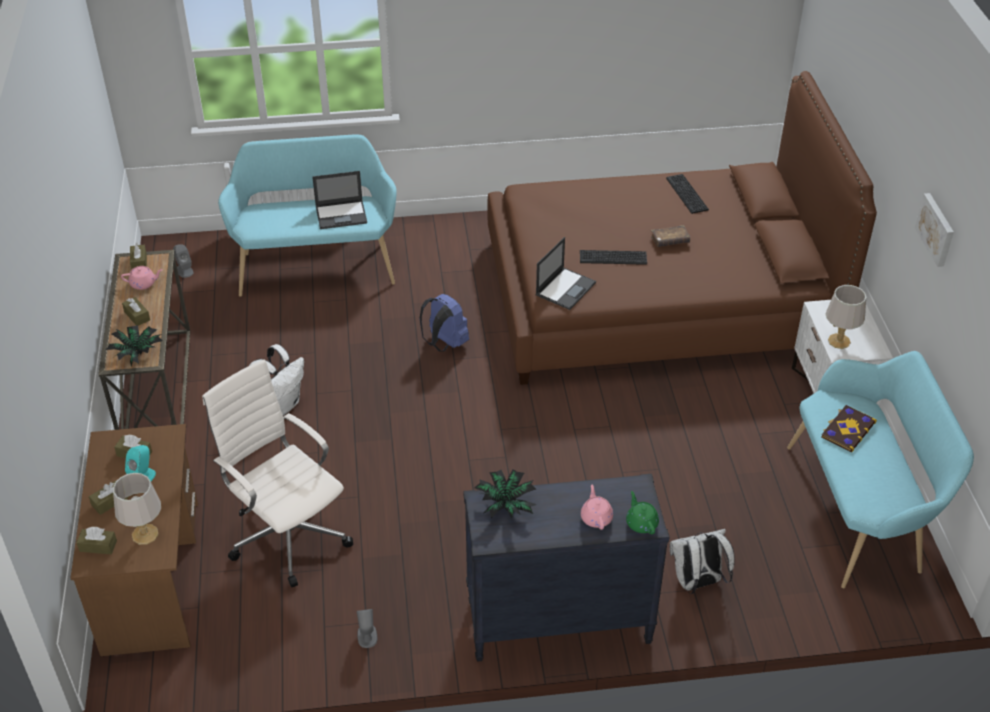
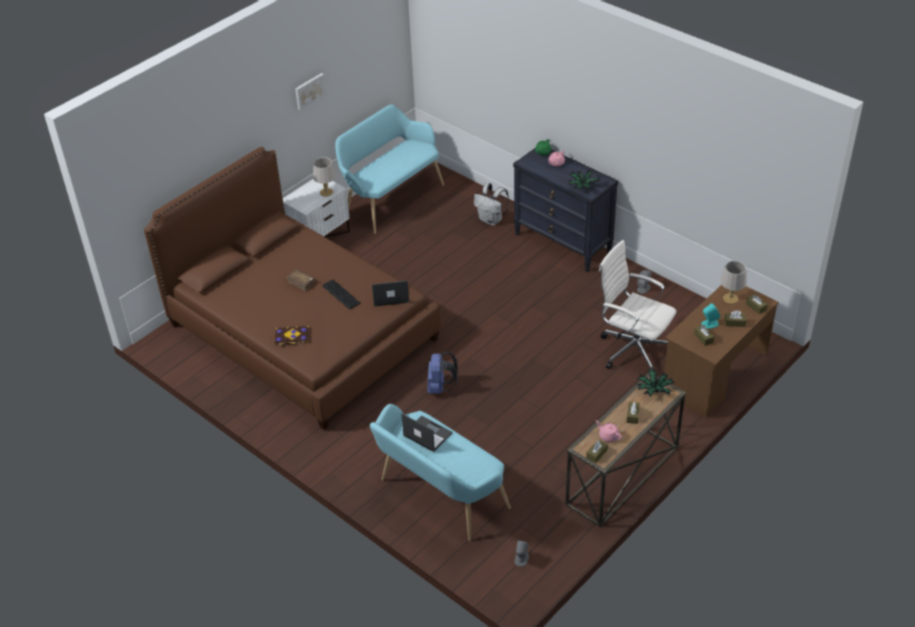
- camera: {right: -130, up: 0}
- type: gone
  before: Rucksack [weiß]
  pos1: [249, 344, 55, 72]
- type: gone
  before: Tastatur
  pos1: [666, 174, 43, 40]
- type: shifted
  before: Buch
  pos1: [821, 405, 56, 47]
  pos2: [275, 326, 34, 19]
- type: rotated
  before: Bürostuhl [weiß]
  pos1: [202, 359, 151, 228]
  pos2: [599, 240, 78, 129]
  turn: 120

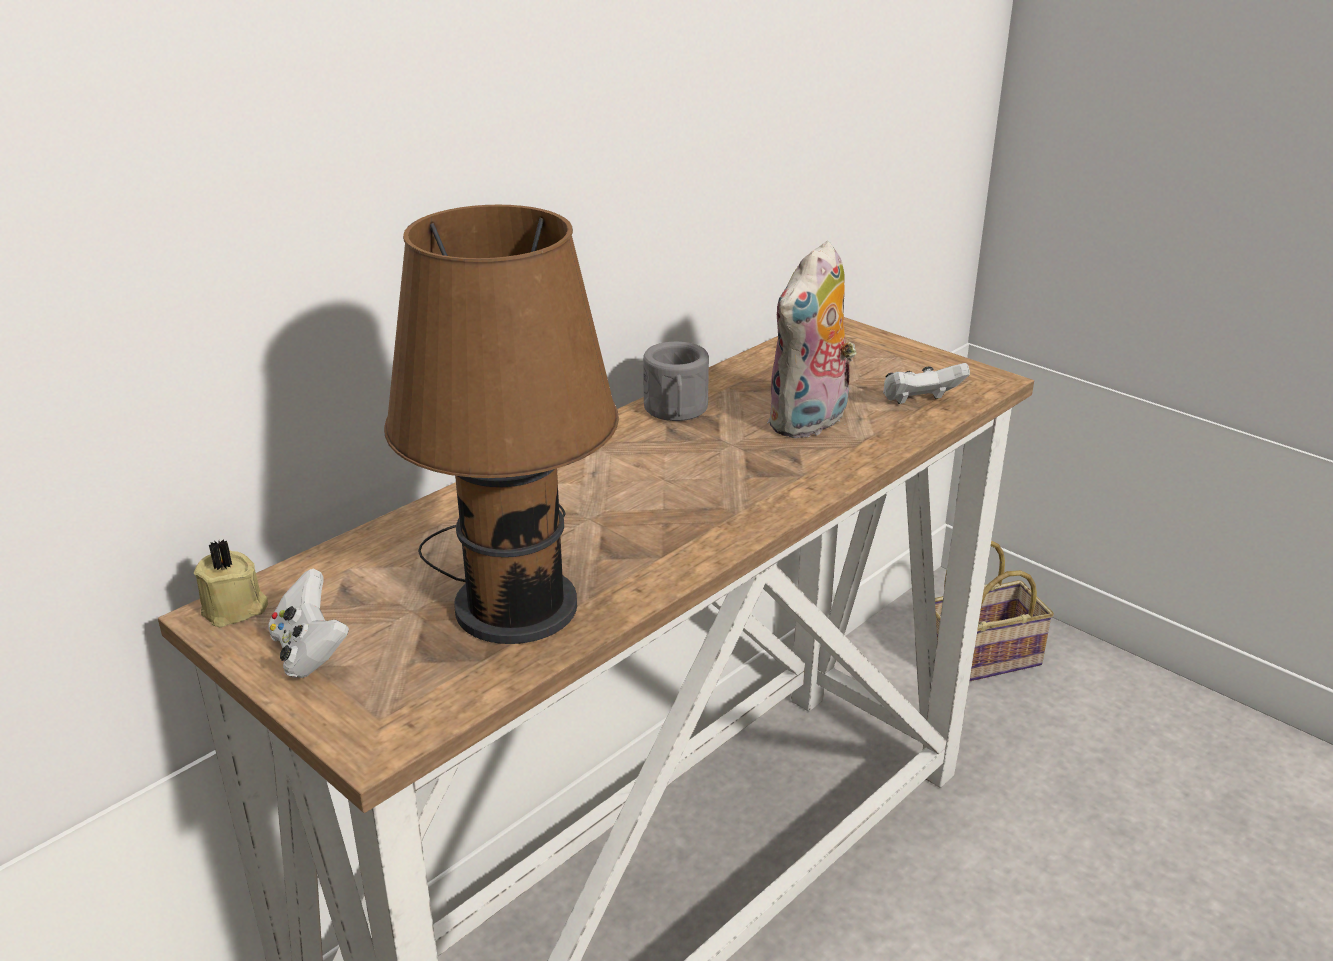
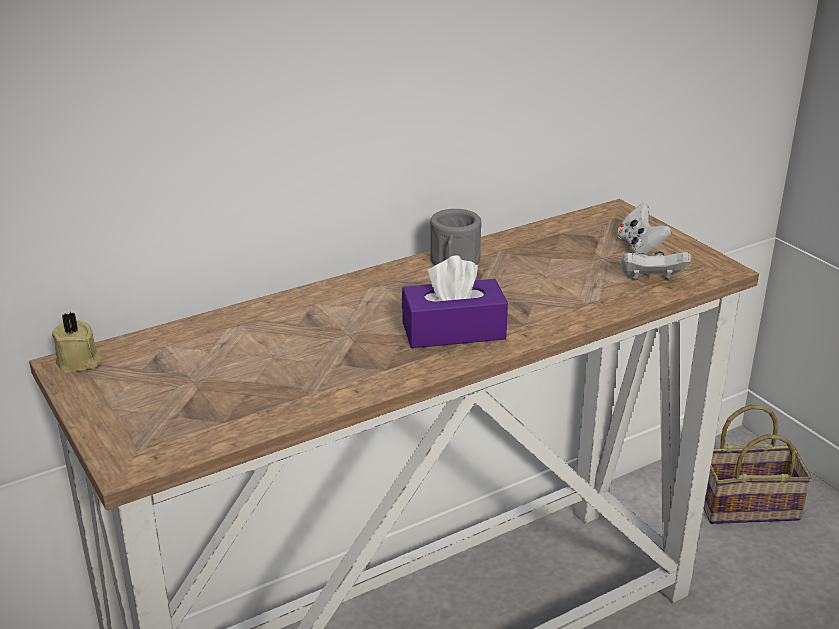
- camera: {right: 15, up: 0}
- type: gone
  before: Tischlampe [braun]
  pos1: [384, 205, 235, 439]
- type: gone
  before: Plüschtier
  pos1: [767, 241, 90, 198]
- type: new
  after: Taschentuchbox [lila]
  pos2: [402, 255, 106, 93]
- type: shifted
  before: Gamepad [weiß]
  pos1: [268, 568, 81, 110]
  pos2: [617, 203, 55, 52]

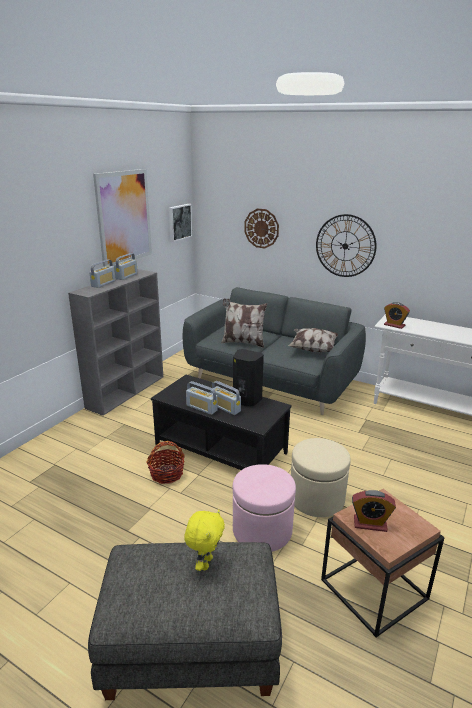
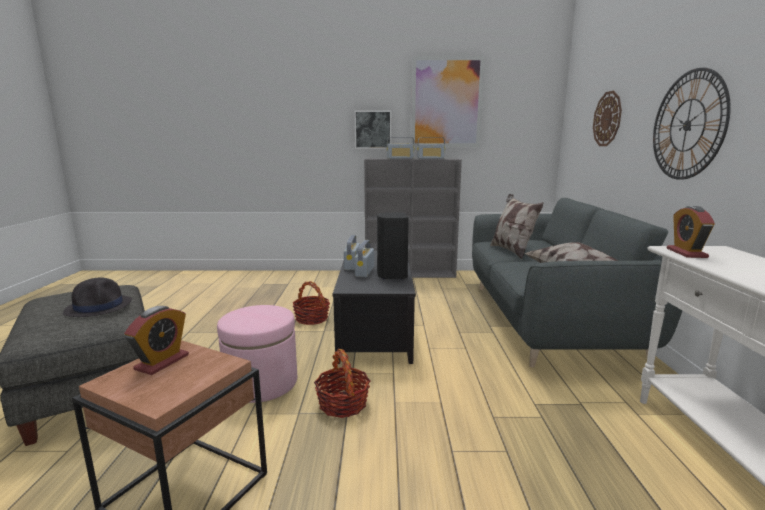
- camera: {right: 60, up: -10}
- type: shifted
  before: Bild
  pos1: [169, 204, 23, 38]
  pos2: [354, 110, 37, 39]
- type: swapped
  before: Plüschtier [gelb]
  after: Hut [schwarz]
  pos1: [184, 509, 41, 62]
  pos2: [63, 277, 69, 40]
- type: swapped
  before: Polsterhocker [beige]
  after: Korb
  pos1: [291, 438, 60, 79]
  pos2: [314, 349, 56, 69]
- type: rotated
  before: Wecker
  pos1: [352, 490, 44, 42]
  pos2: [124, 306, 65, 69]
  turn: -135

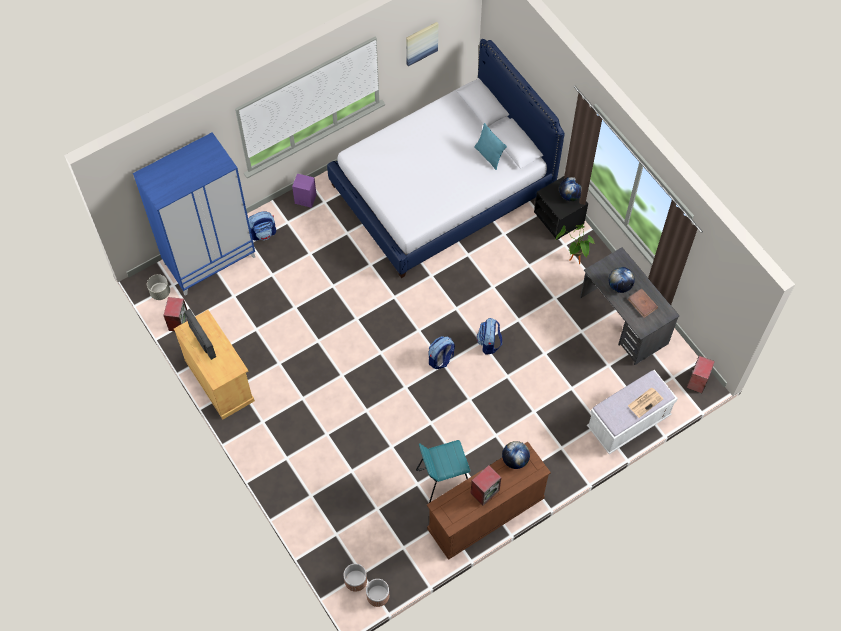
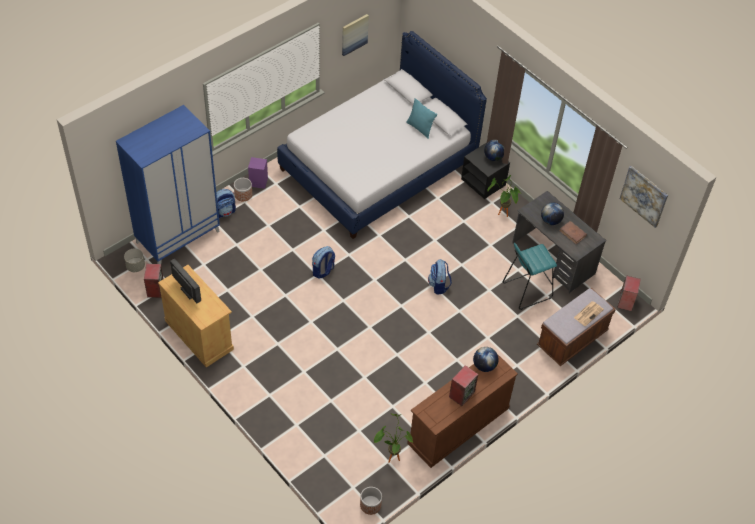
- camera: {right: -10, up: -10}
- type: new
  after: Topfpflanze
  pos2: [374, 413, 39, 50]
- type: new
  after: Bild
  pos2: [620, 166, 48, 62]
- type: shifted
  before: Pflanzkübel
  pos1: [344, 563, 23, 29]
  pos2: [234, 178, 18, 23]
- type: shifted
  before: Hocker [türkis]
  pos1: [416, 440, 54, 63]
  pos2: [503, 243, 54, 67]
- type: shifted
  before: Rucksack
  pos1: [429, 336, 26, 33]
  pos2: [312, 246, 23, 33]
- type: repainted
  before: Bank [weiß]
  after: Bank [braun]
  pos1: [587, 370, 91, 84]
  pos2: [537, 288, 79, 78]

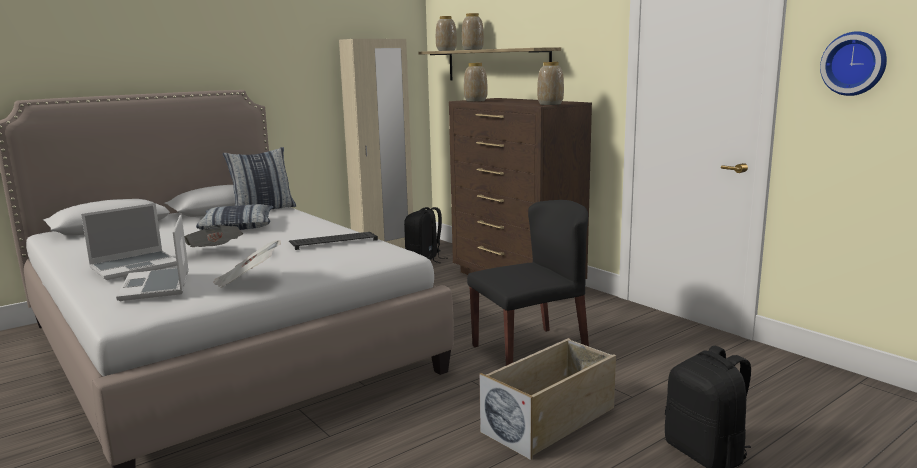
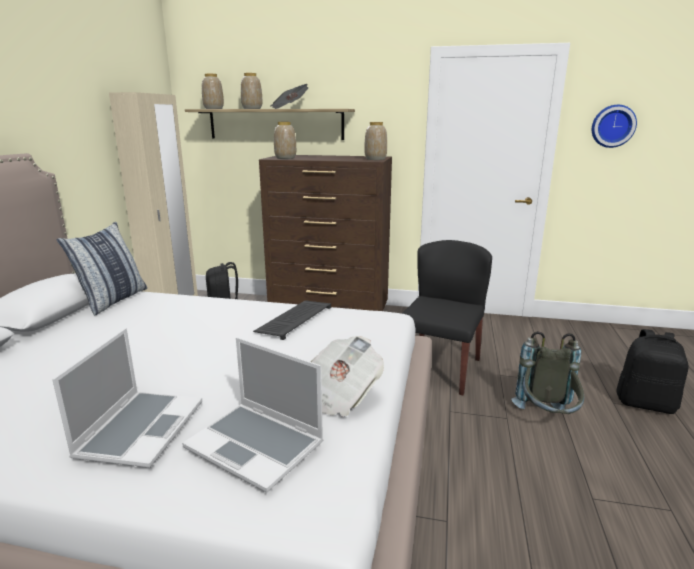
- camera: {right: -40, up: 5}
- type: gone
  before: Kissen
  pos1: [196, 204, 77, 26]
- type: shifted
  before: Zeitung
  pos1: [184, 225, 59, 22]
  pos2: [270, 84, 38, 25]
- type: swapped
  before: Aufbewahrungsbox [beige]
  after: Rucksack [grau]
  pos1: [479, 338, 137, 122]
  pos2: [511, 331, 73, 83]

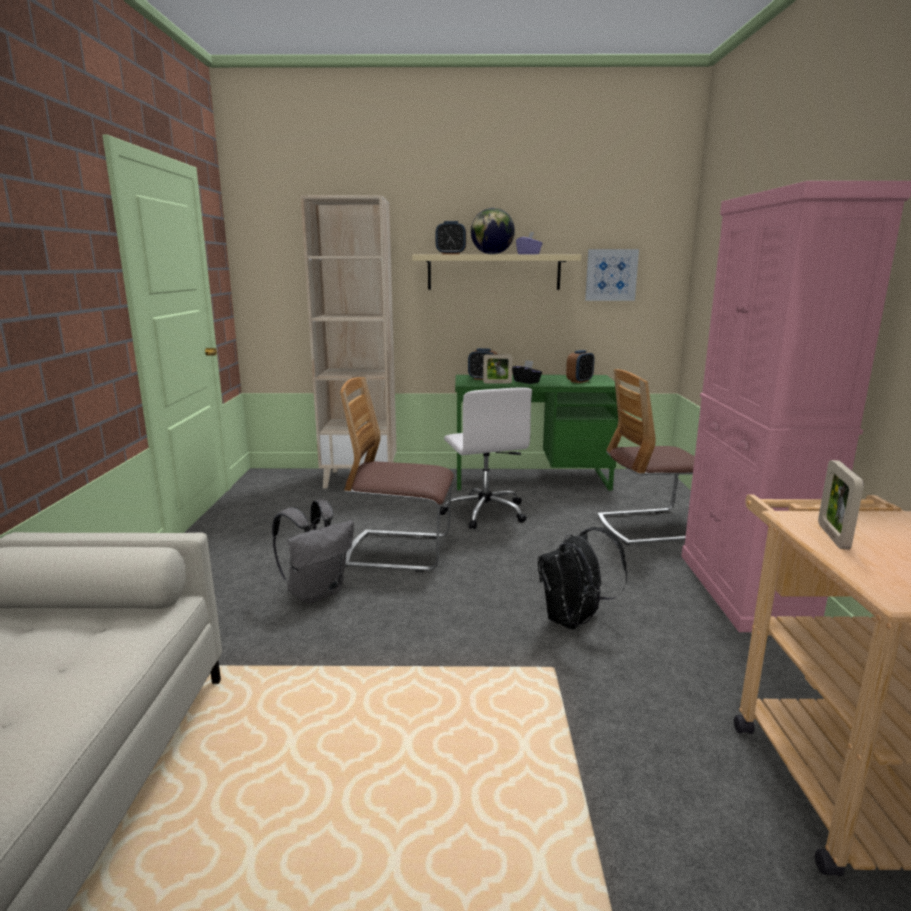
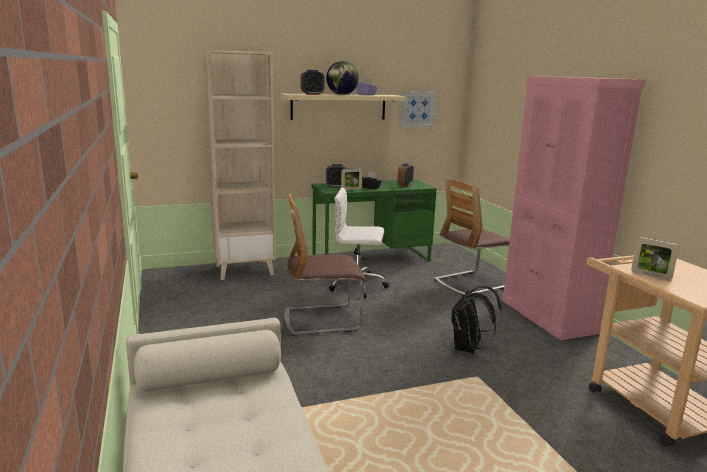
- camera: {right: -20, up: 0}
- type: gone
  before: Rucksack [grau]
  pos1: [272, 499, 82, 104]
- type: rotated
  before: Bürostuhl [weiß]
  pos1: [440, 387, 92, 142]
  pos2: [329, 187, 60, 111]
  turn: 135
- type: rotated
  before: Bilderrahmen
  pos1: [818, 460, 46, 90]
  pos2: [631, 237, 48, 43]
  turn: -45

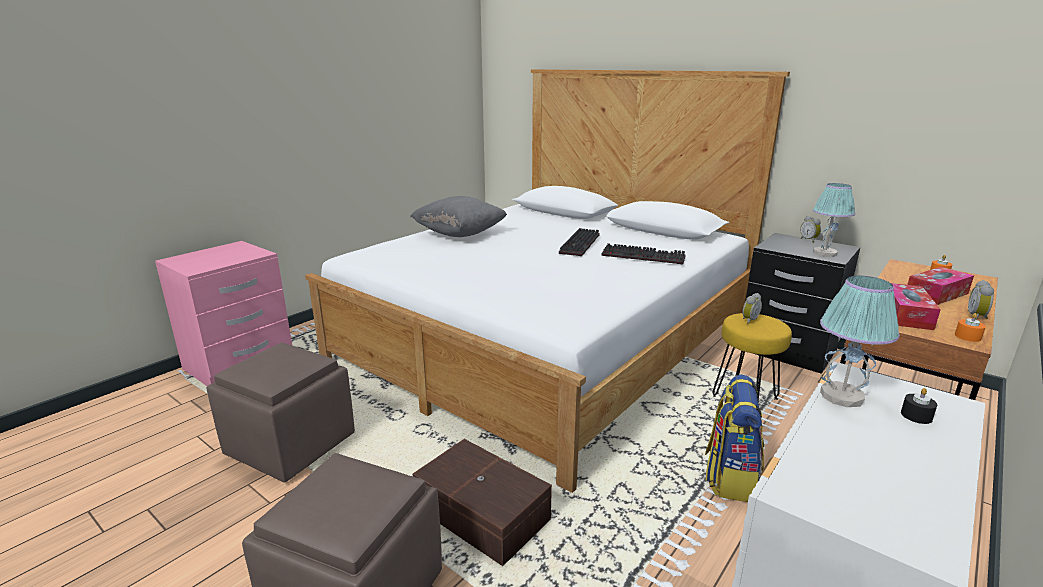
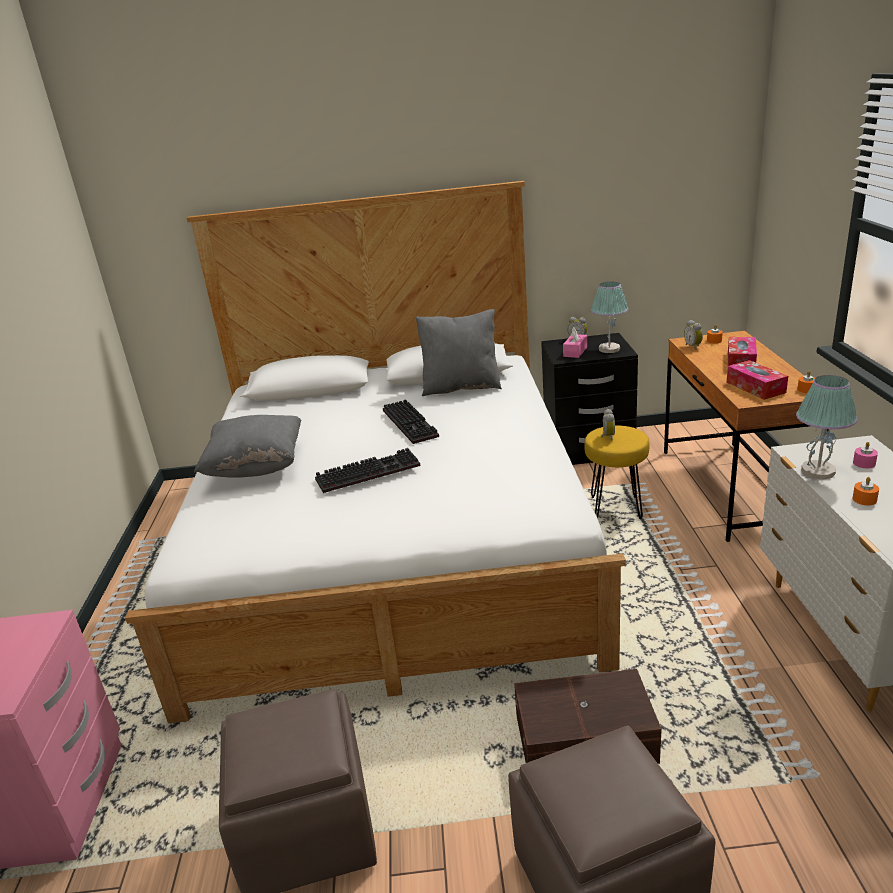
- camera: {right: -40, up: 5}
- type: gone
  before: Rucksack
  pos1: [705, 375, 59, 127]
- type: new
  after: Kissen [grau]
  pos2: [416, 309, 86, 87]
- type: new
  after: Taschentuchbox [rosa]
  pos2: [563, 327, 24, 31]
- type: new
  after: Kerze [orange]
  pos2: [852, 477, 27, 28]
- type: shifted
  before: Tastatur
  pos1: [601, 243, 85, 21]
  pos2: [315, 448, 106, 45]
- type: shifted
  before: Wecker
  pos1: [968, 280, 26, 40]
  pos2: [684, 320, 19, 30]
- type: repainted
  before: Kerze [schwarz]
  after: Kerze [rosa]
  pos1: [901, 388, 36, 36]
  pos2: [853, 442, 25, 26]

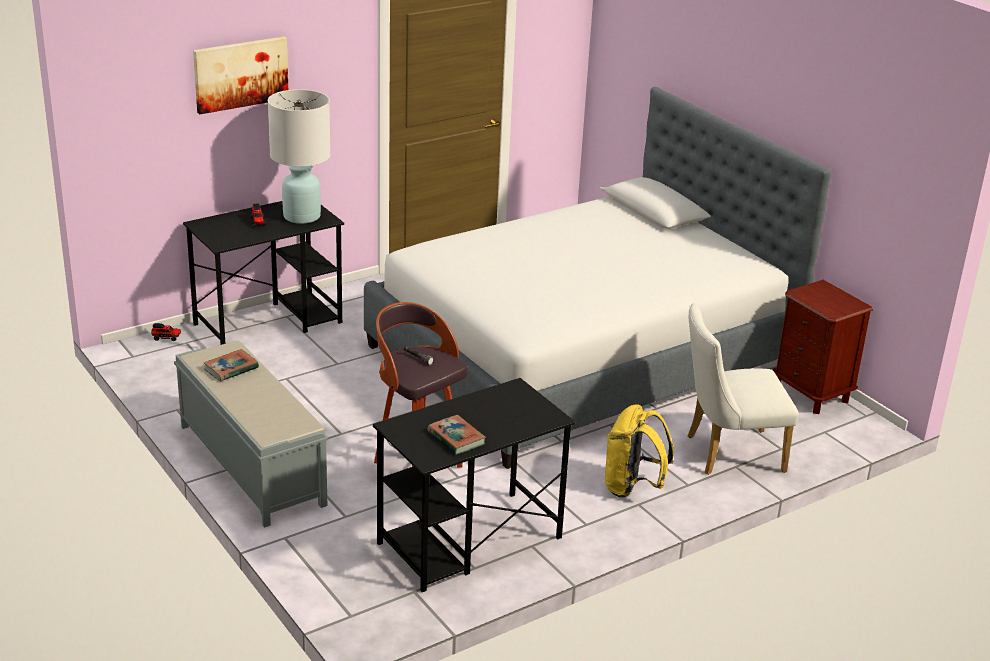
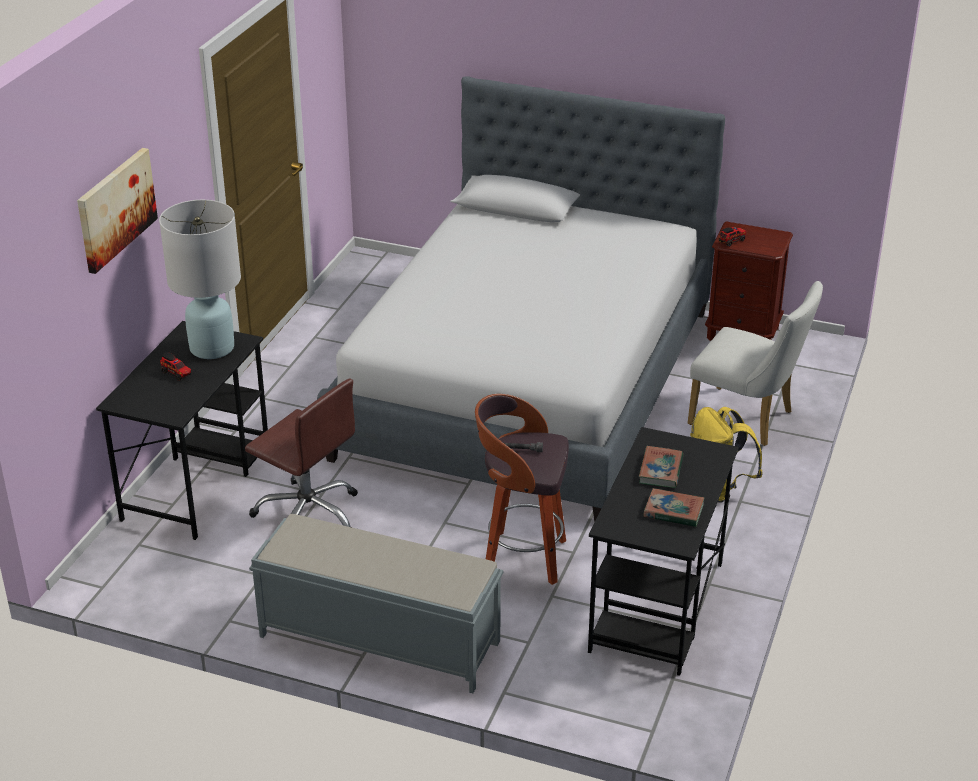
- camera: {right: -35, up: 5}
- type: new
  after: Bürostuhl [braun]
  pos2: [245, 378, 113, 150]
- type: shifted
  before: Spielzeuglaster
  pos1: [151, 323, 30, 18]
  pos2: [719, 227, 28, 20]
- type: shifted
  before: Buch
  pos1: [204, 349, 55, 32]
  pos2: [639, 446, 44, 42]
- type: rotated
  before: Stuhl [weiß]
  pos1: [687, 303, 112, 172]
  pos2: [688, 281, 135, 165]
  turn: -105

